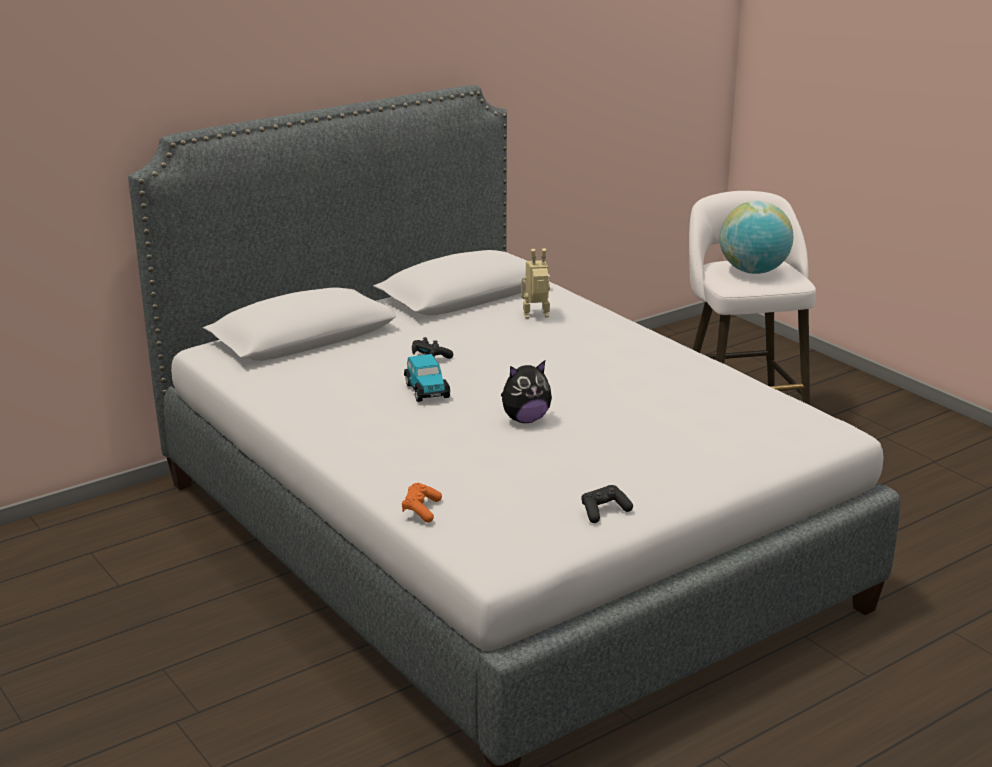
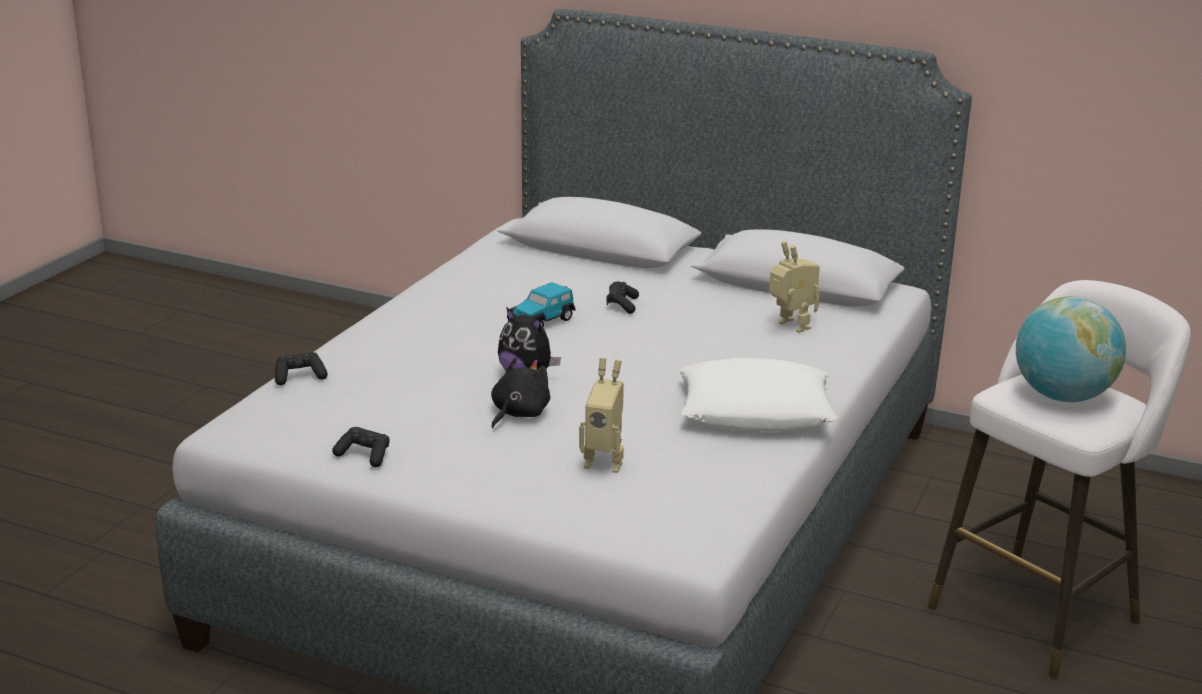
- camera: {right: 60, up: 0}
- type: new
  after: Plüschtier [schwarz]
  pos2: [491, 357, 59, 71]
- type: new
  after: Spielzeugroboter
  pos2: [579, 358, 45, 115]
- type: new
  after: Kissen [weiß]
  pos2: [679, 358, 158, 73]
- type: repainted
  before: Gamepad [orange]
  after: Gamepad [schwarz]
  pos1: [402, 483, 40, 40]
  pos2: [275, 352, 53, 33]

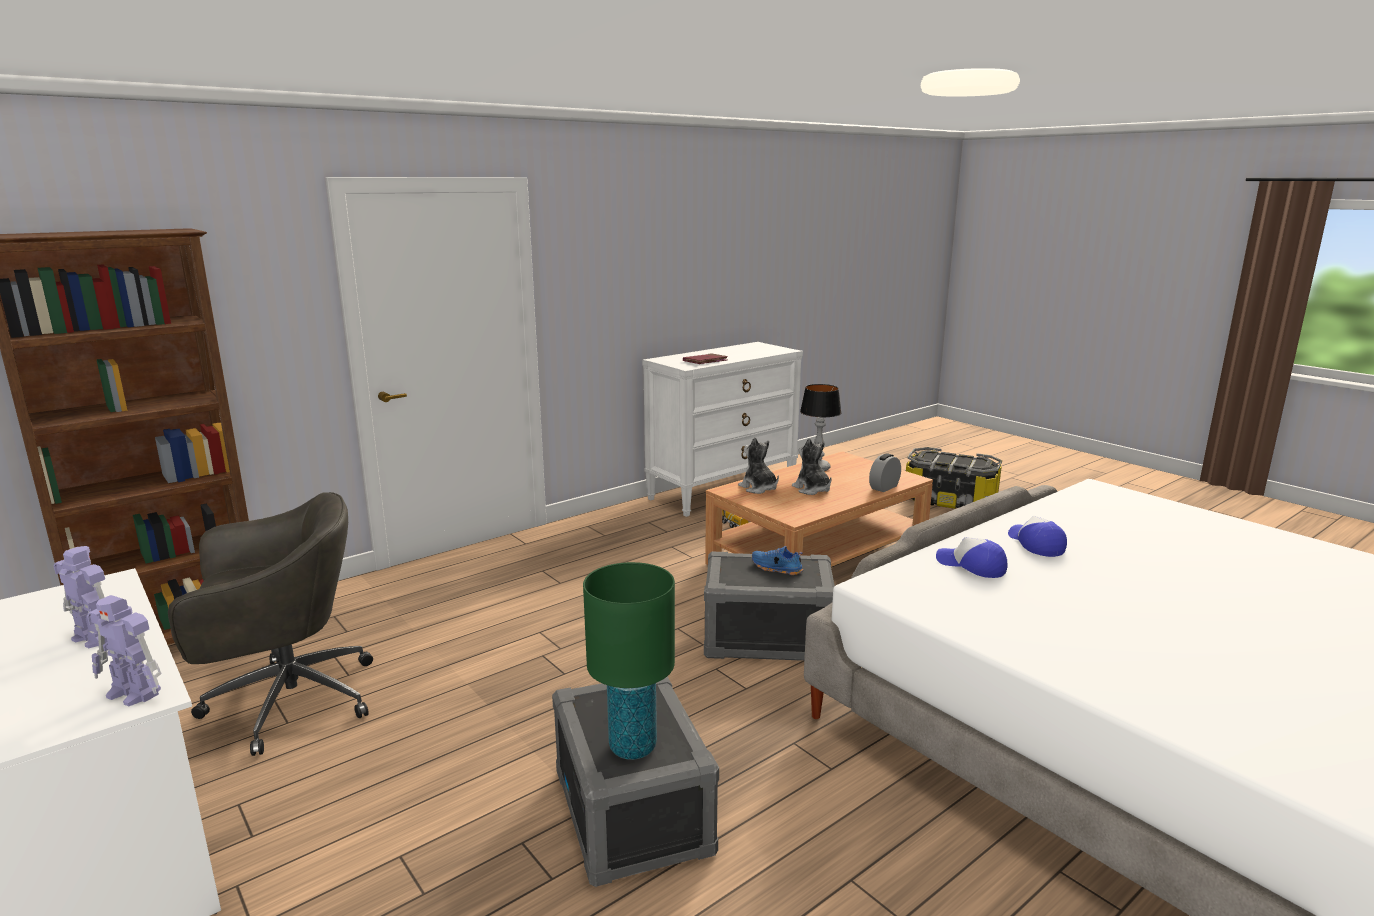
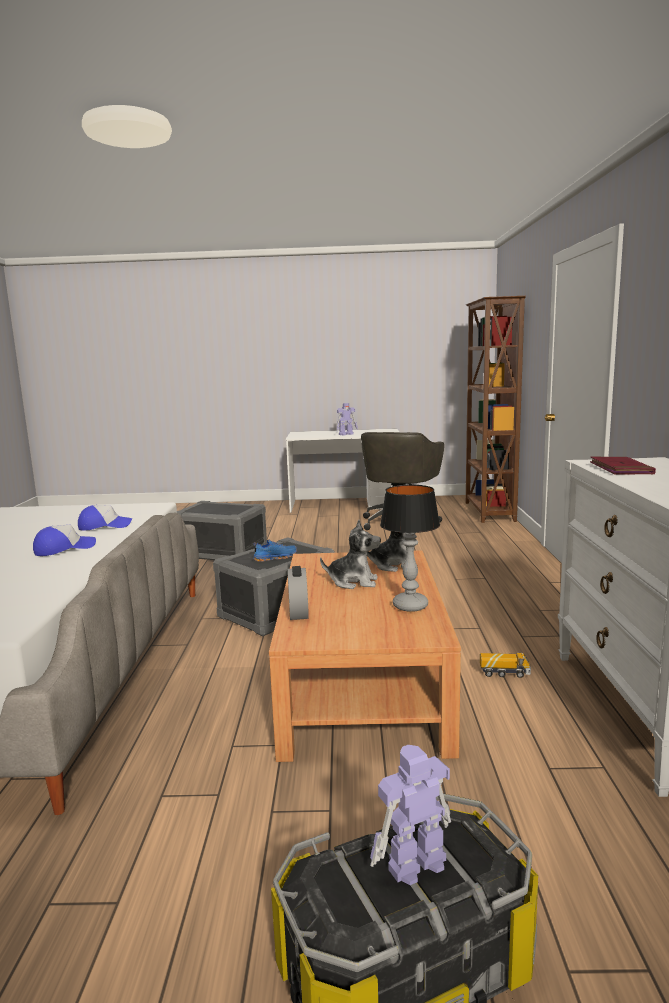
- camera: {right: 130, up: -5}
- type: gone
  before: Tischlampe [grün]
  pos1: [583, 562, 92, 198]
- type: shifted
  before: Spielzeugroboter
  pos1: [87, 595, 75, 111]
  pos2: [370, 745, 81, 140]
- type: rotated
  before: Kappe
  pos1: [1008, 516, 59, 41]
  pos2: [33, 525, 63, 31]
  turn: -60

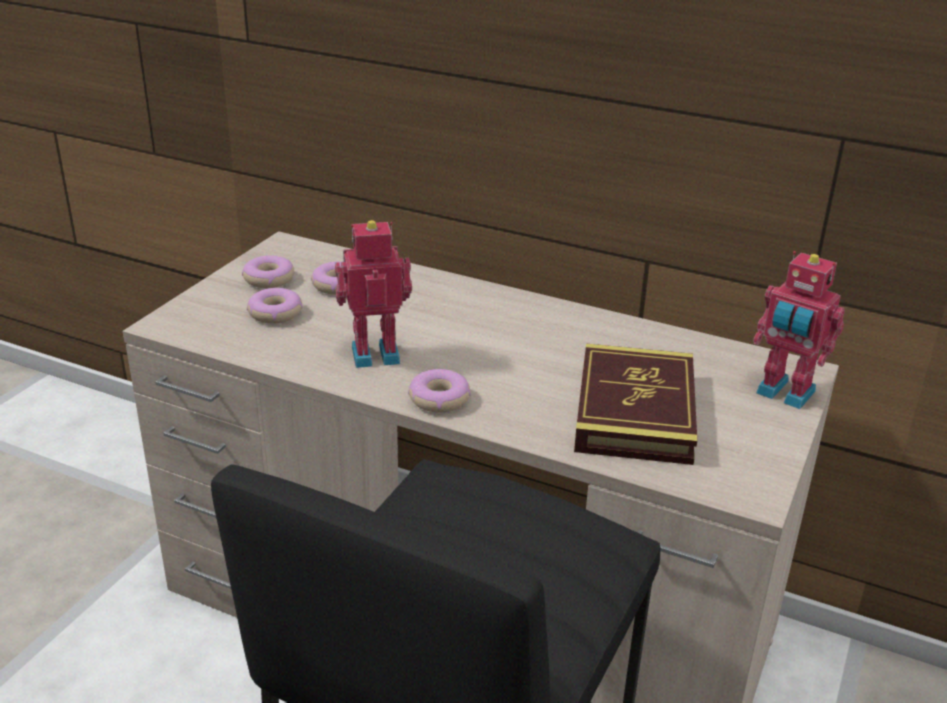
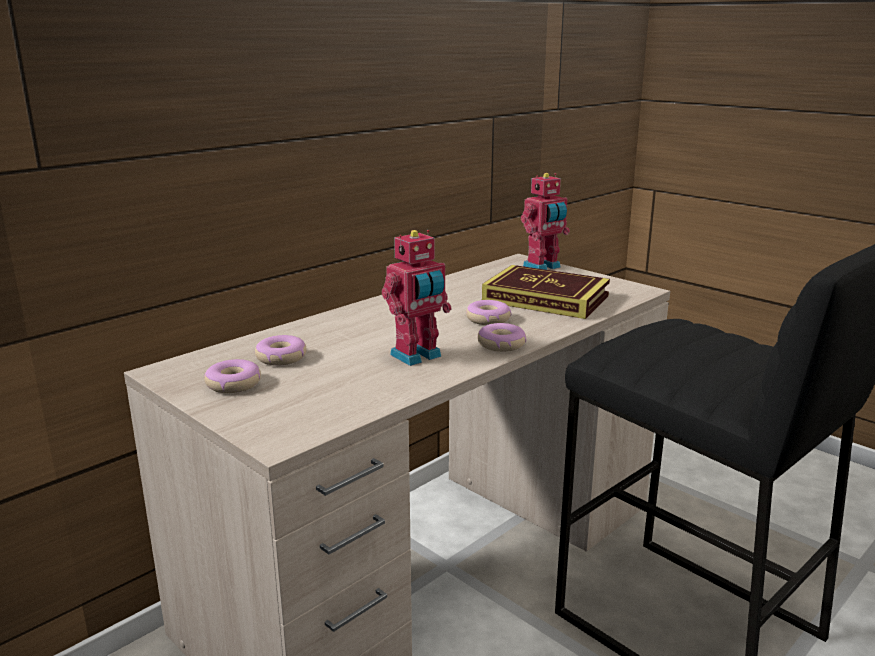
- camera: {right: -70, up: -10}
- type: shifted
  before: Donut
  pos1: [247, 288, 56, 35]
  pos2: [466, 300, 46, 25]
- type: rotated
  before: Spielzeugroboter
  pos1: [335, 220, 77, 148]
  pos2: [382, 230, 69, 136]
  turn: -135

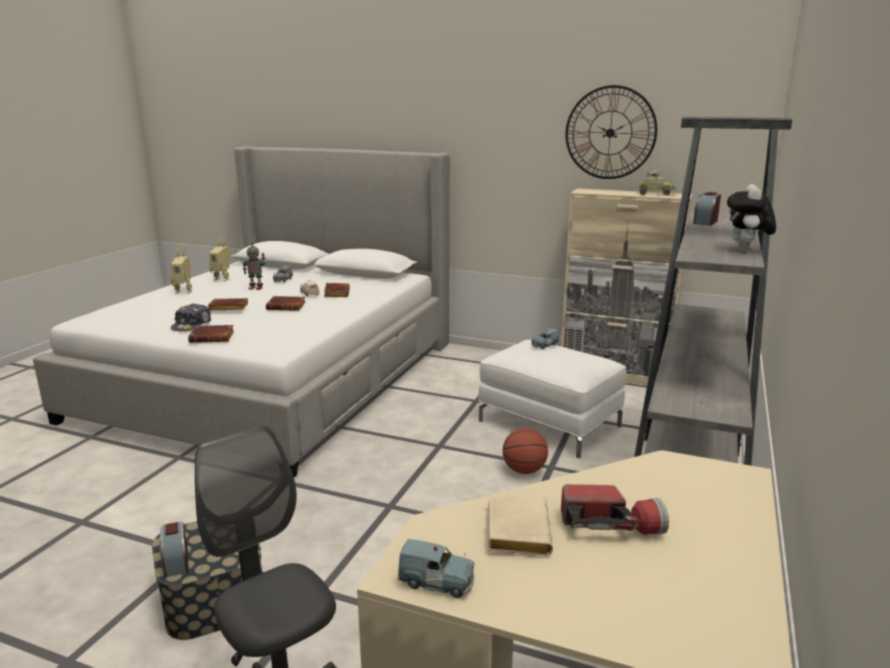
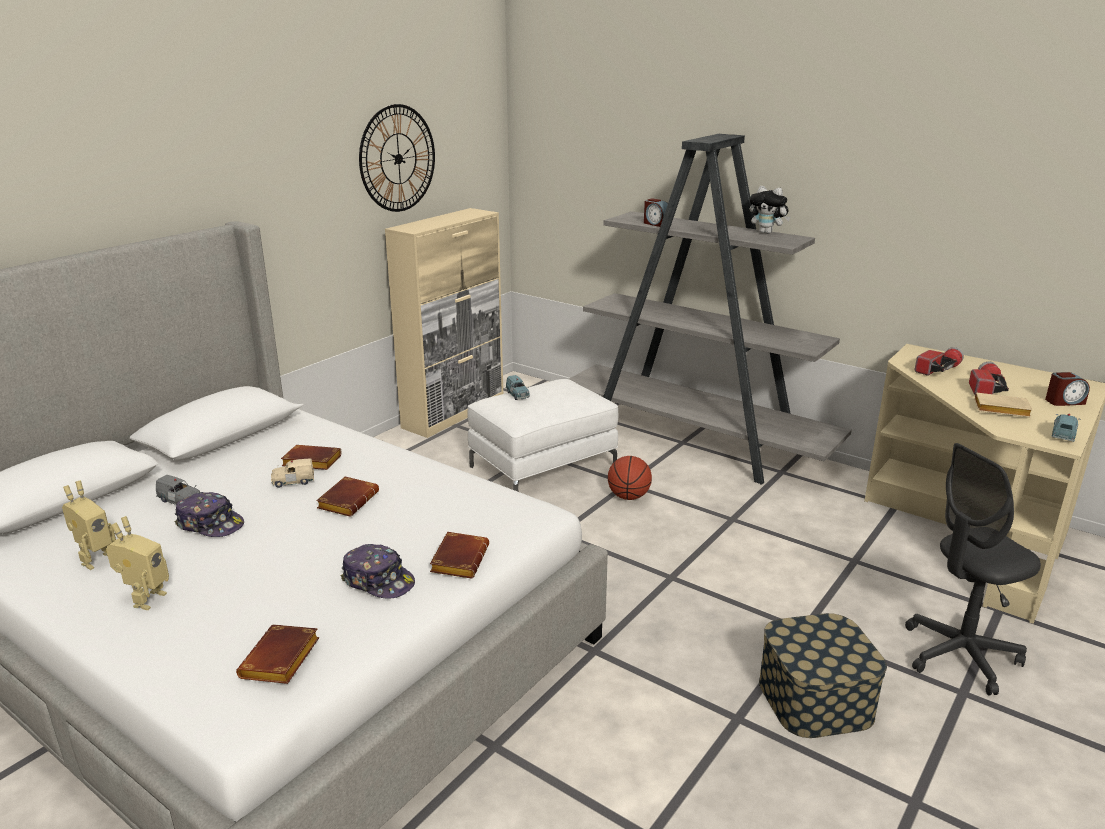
- camera: {right: -75, up: 5}
- type: gone
  before: Spielzeugauto
  pos1: [637, 170, 41, 26]
- type: new
  after: Taschenlampe
  pos2: [914, 347, 50, 29]
- type: shifted
  before: Wecker
  pos1: [159, 521, 30, 57]
  pos2: [1045, 372, 45, 34]
- type: shifted
  before: Buch [braun]
  pos1: [208, 298, 40, 12]
  pos2: [236, 624, 83, 60]
- type: swapped
  before: Spielzeugroboter
  after: Kappe
  pos1: [243, 242, 22, 48]
  pos2: [175, 492, 69, 45]

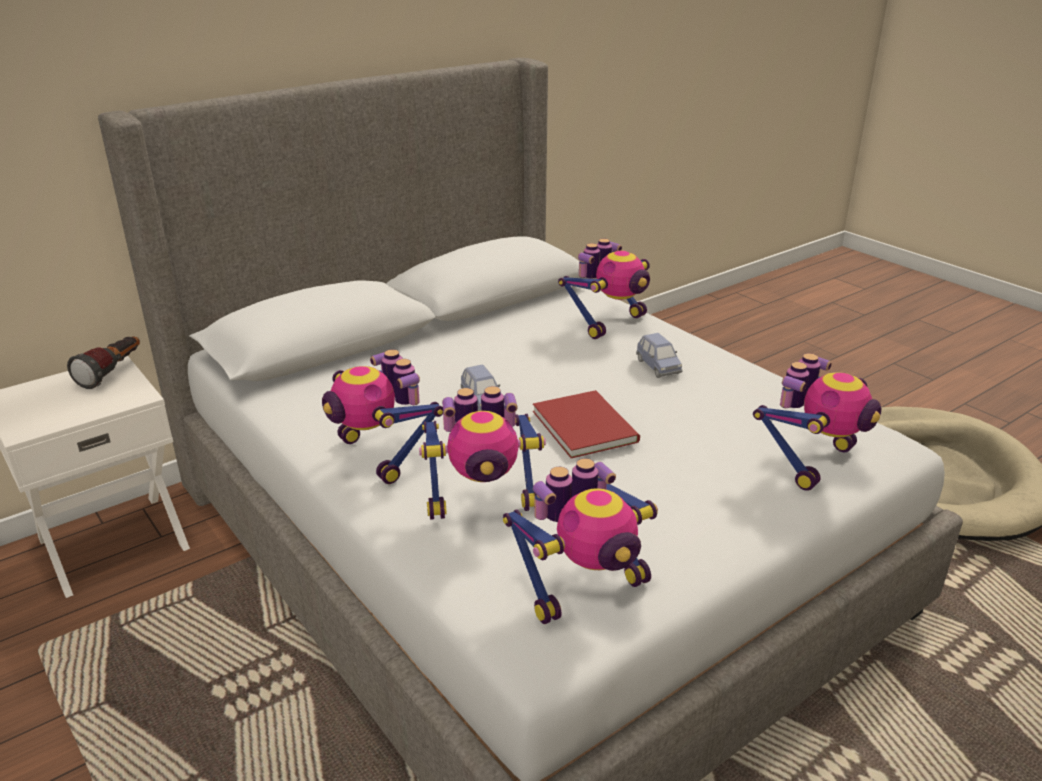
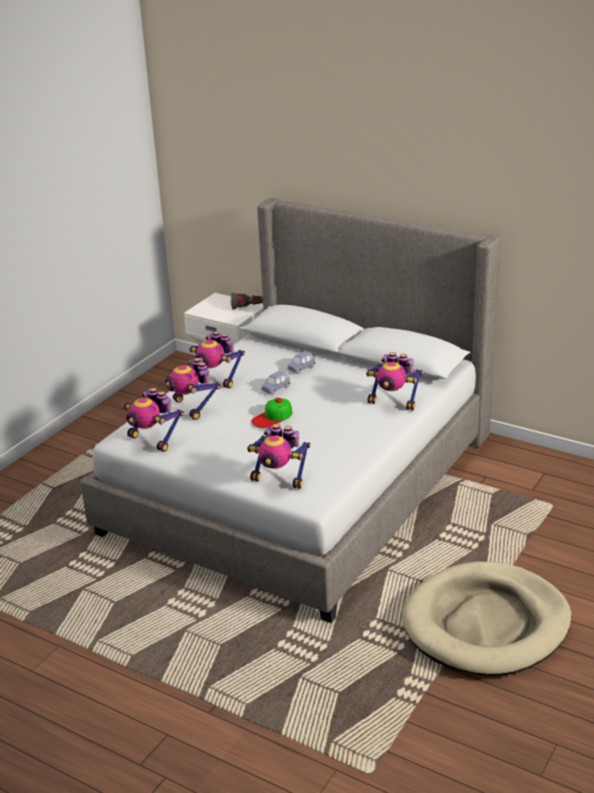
- camera: {right: 70, up: 0}
- type: shifted
  before: Spielzeugauto [blau]
  pos1: [636, 333, 46, 45]
  pos2: [287, 351, 29, 23]
- type: swapped
  before: Buch [rot]
  after: Kappe
  pos1: [533, 390, 107, 68]
  pos2: [251, 398, 41, 30]
- type: rotated
  before: Spielzeugroboter
  pos1: [322, 349, 121, 135]
  pos2: [190, 331, 55, 58]
  turn: -90

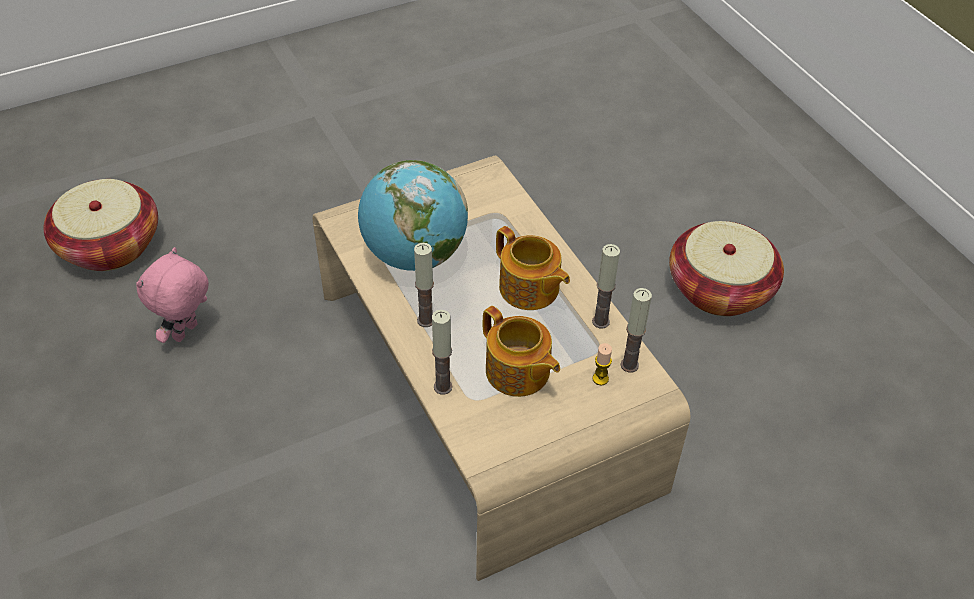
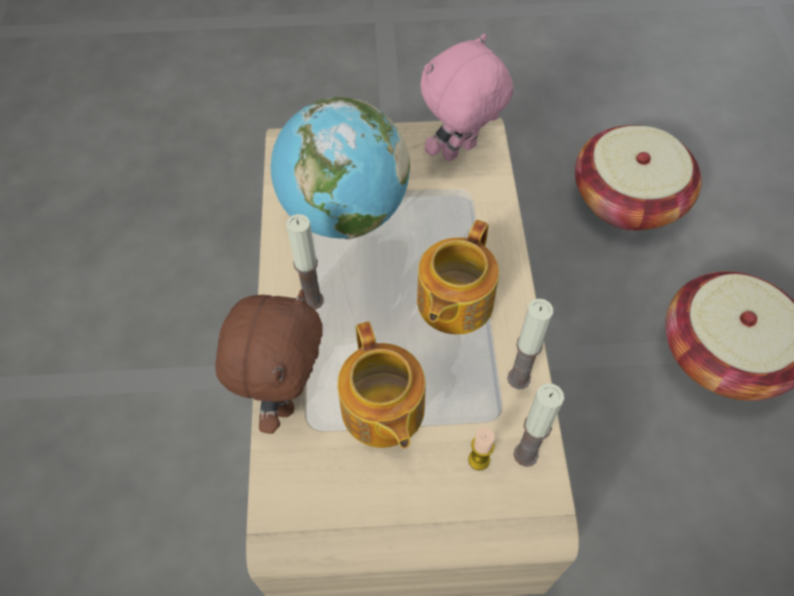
- camera: {right: 25, up: 10}
- type: shifted
  before: Korb
  pos1: [44, 179, 114, 92]
  pos2: [575, 125, 127, 106]
- type: shifted
  before: Plüschtier [rosa]
  pos1: [136, 247, 73, 96]
  pos2: [420, 34, 93, 128]
- type: swapped
  before: Kerze
  after: Plüschtier [braun]
  pos1: [432, 310, 20, 85]
  pos2: [215, 289, 108, 145]
- type: rotated
  before: Teekanne
  pos1: [496, 226, 74, 84]
  pos2: [417, 220, 82, 115]
  turn: 45

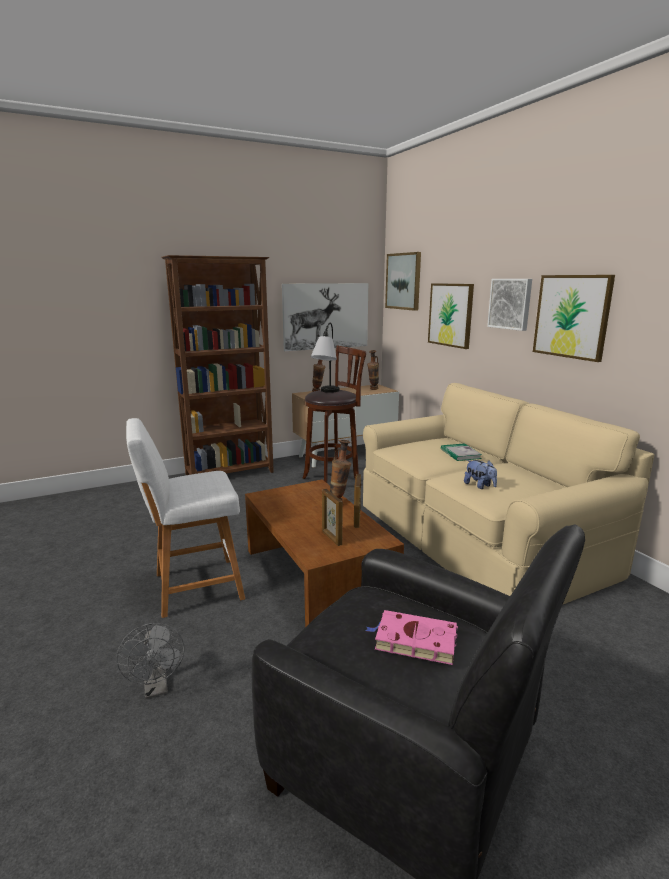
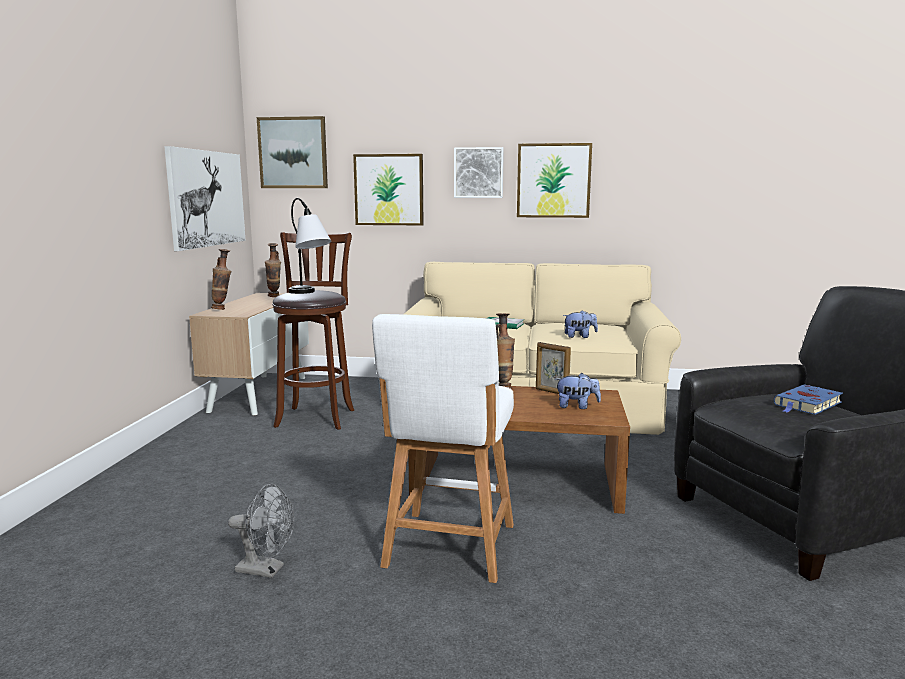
- camera: {right: -55, up: -5}
- type: gone
  before: Bücherregal [braun]
  pos1: [161, 255, 113, 220]
- type: shifted
  before: Ventilator [grau]
  pos1: [116, 623, 68, 76]
  pos2: [228, 484, 66, 94]
- type: swapped
  before: Bilderrahmen
  after: Plüschtier
  pos1: [322, 489, 21, 57]
  pos2: [555, 373, 46, 36]
- type: repainted
  before: Buch [rosa]
  after: Buch [blau]
  pos1: [366, 610, 92, 55]
  pos2: [774, 384, 69, 31]

